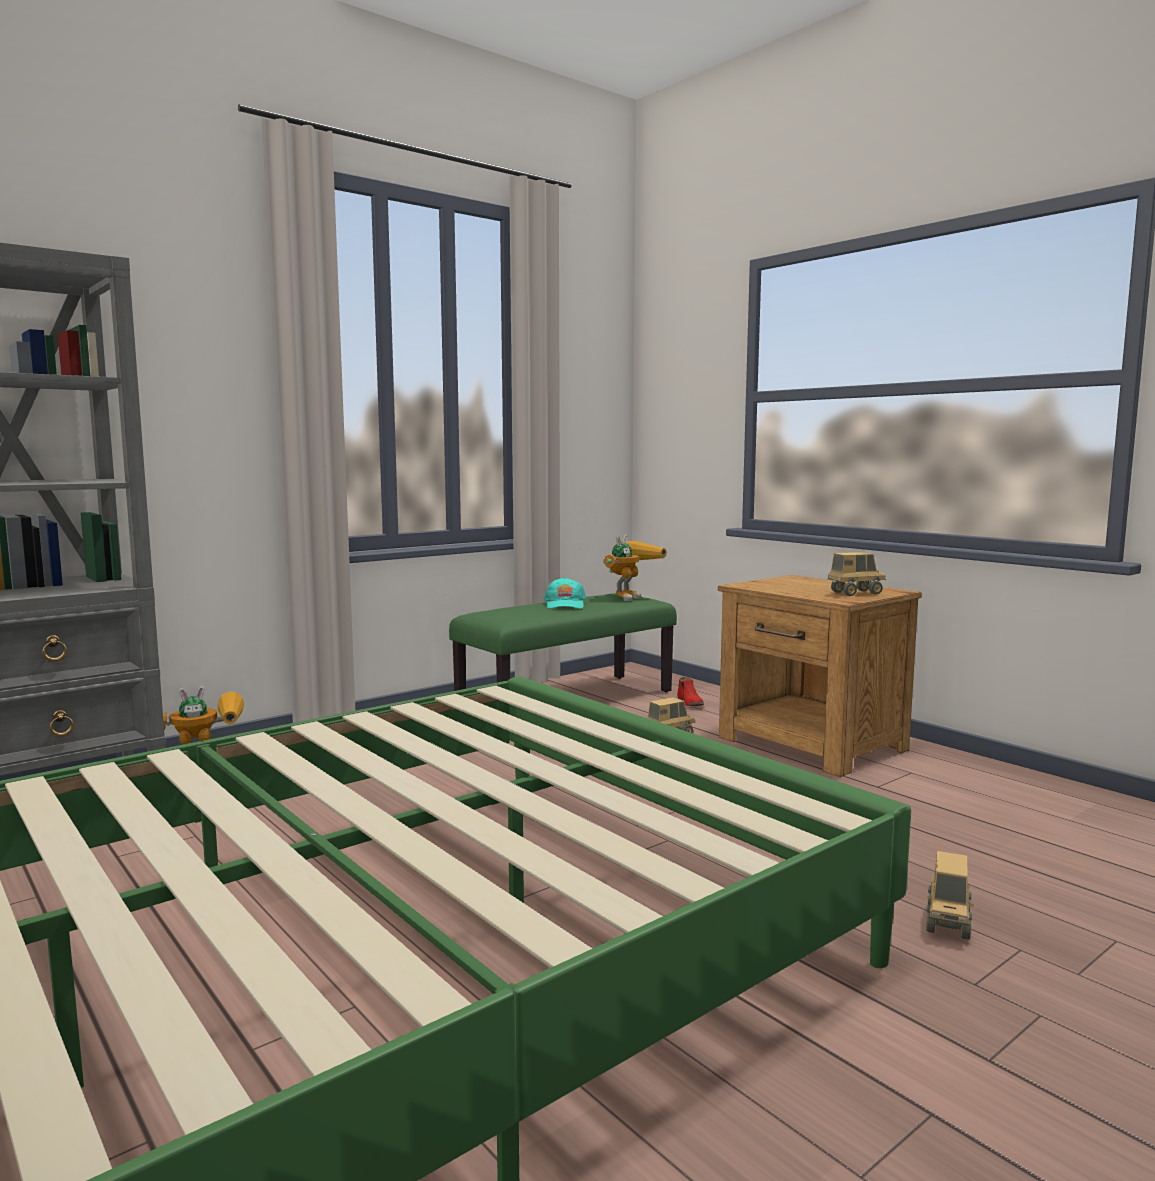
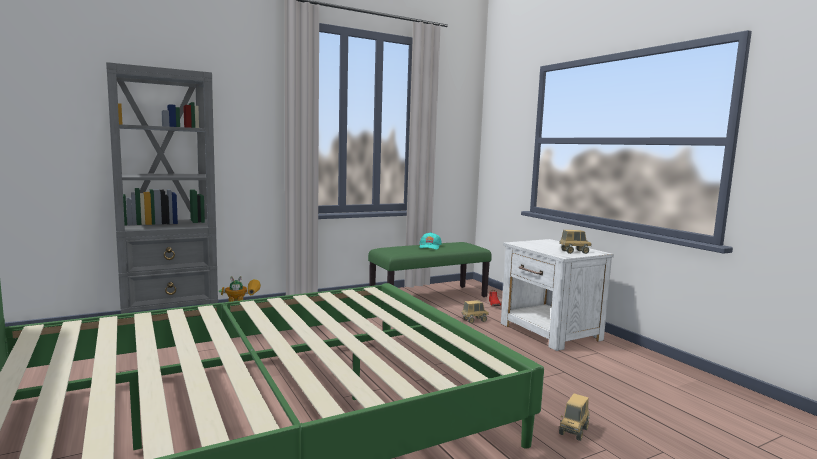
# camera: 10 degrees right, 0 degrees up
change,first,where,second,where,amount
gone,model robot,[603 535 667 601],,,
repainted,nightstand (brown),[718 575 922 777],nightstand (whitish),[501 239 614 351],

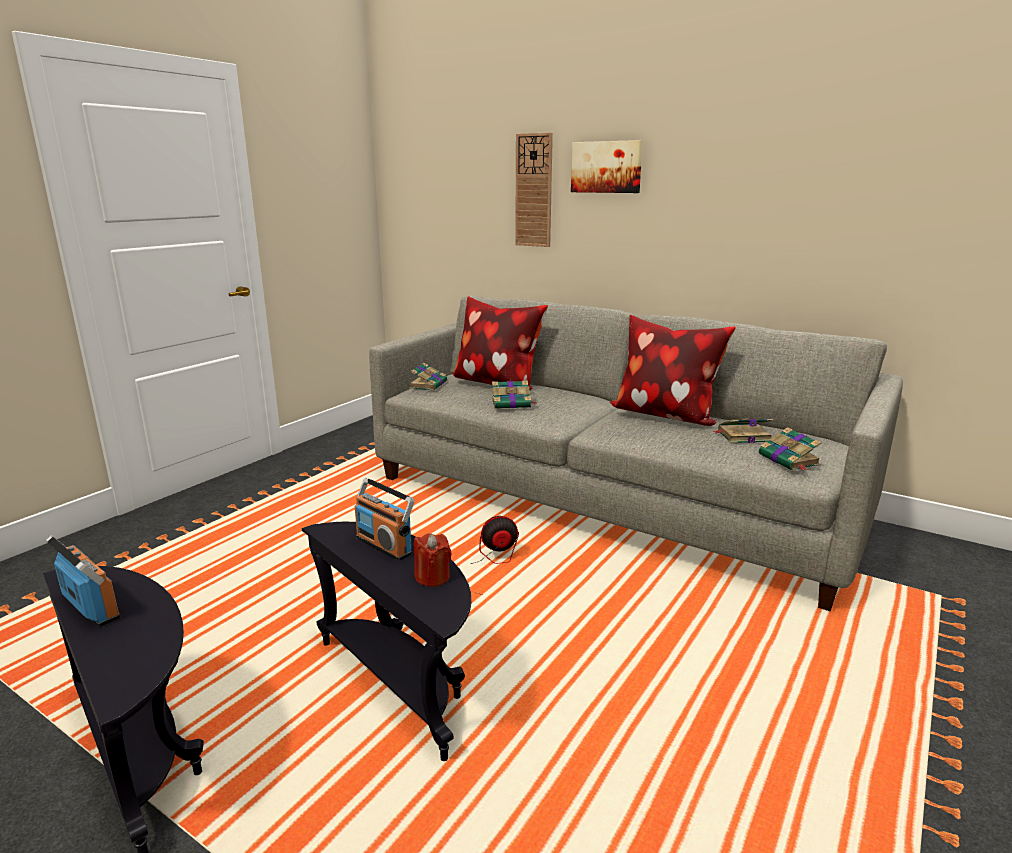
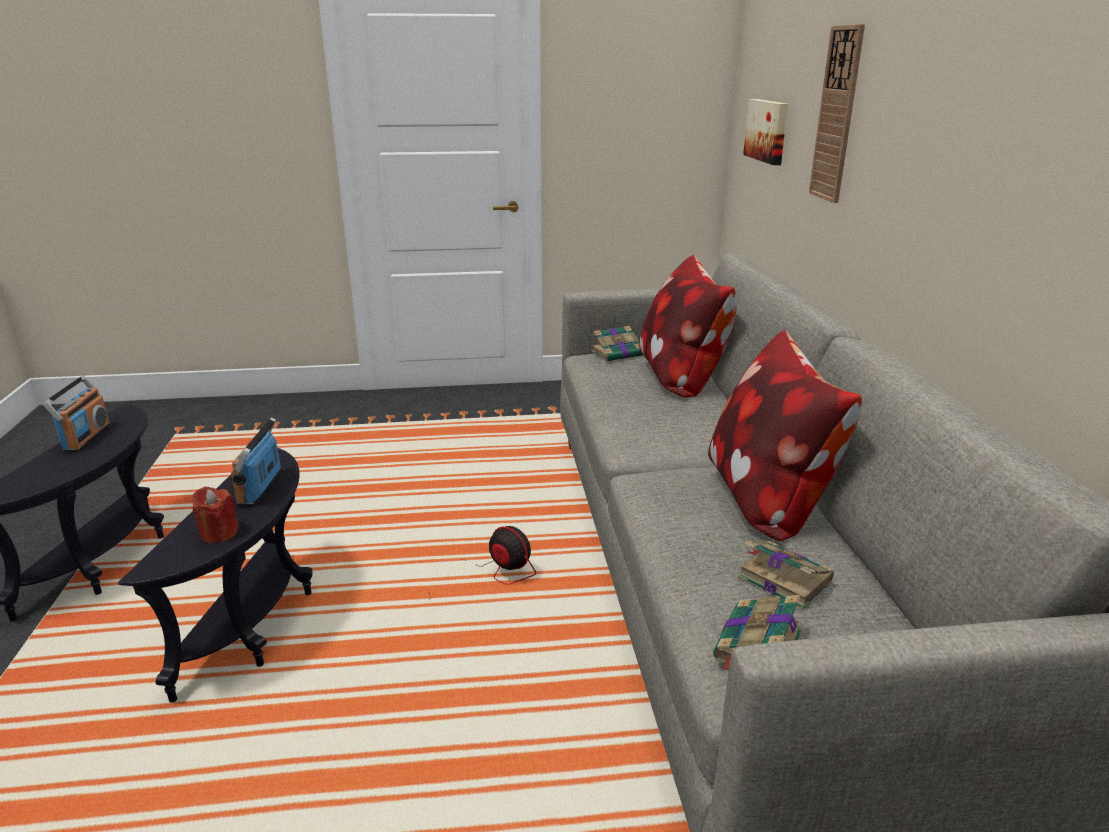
# camera: 50 degrees right, 5 degrees up
change,first,where,second,where,amount
gone,book,[492 381 537 409],,,
shifted,picture,[571 140 643 193],,[743 99 788 165],

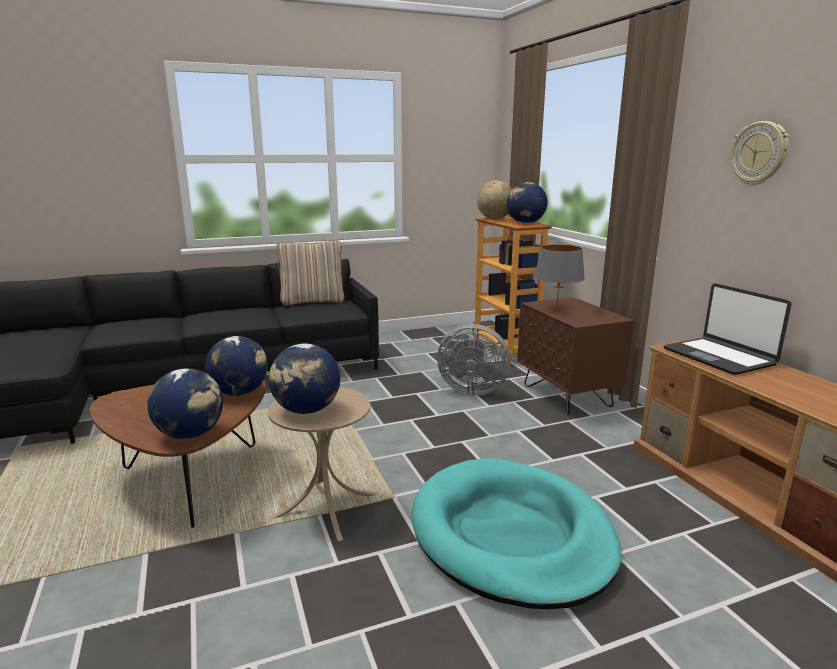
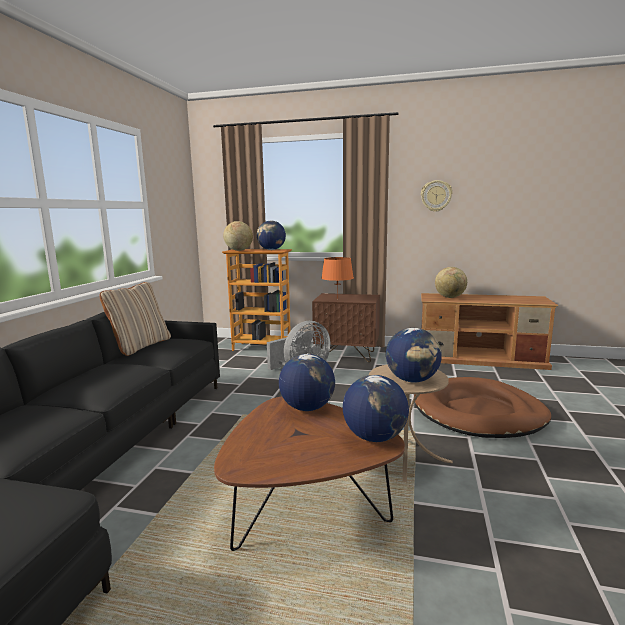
# camera: 55 degrees left, 5 degrees down
change,first,where,second,where,amount
repainted,dog bed (turquoise),[412 458 622 609],dog bed (brown),[414 377 551 438],
repainted,lamp for a table (grey),[534 245 585 309],lamp for a table (orange),[321 257 354 299],
swapped,portable computer,[664 283 792 375],desk globe,[435 267 467 298],

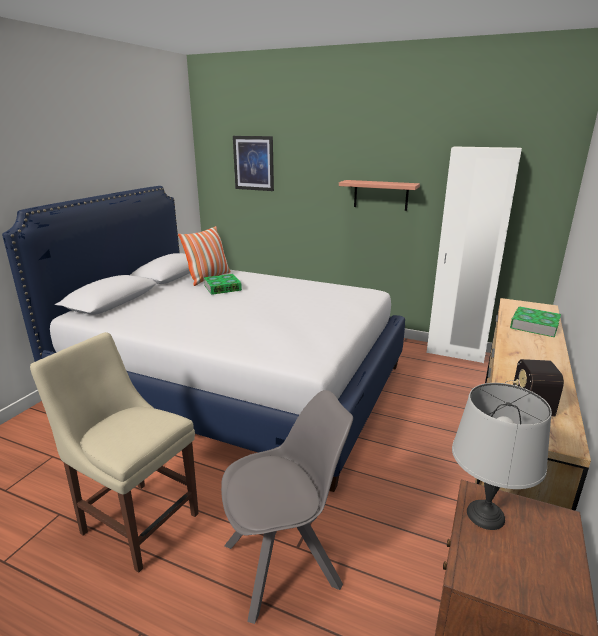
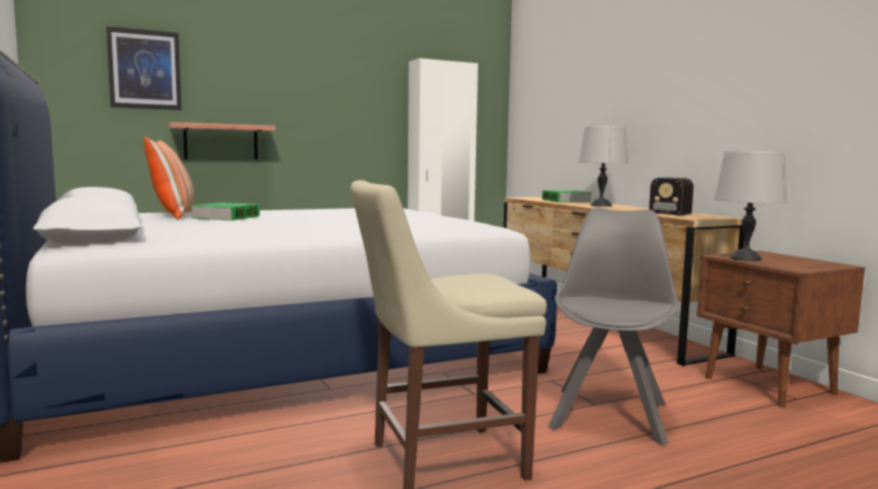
# camera: 50 degrees left, 15 degrees down
change,first,where,second,where,amount
shifted,shelf,[339 180 420 211],,[169 122 276 160],
new,,,lamp for a table (grey),[578 126 629 207],

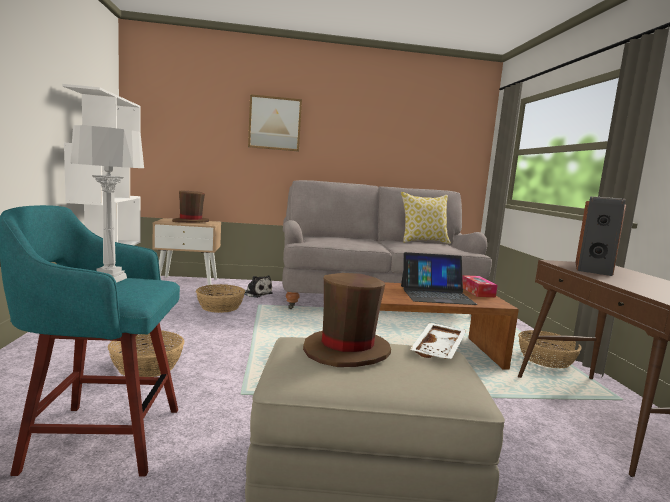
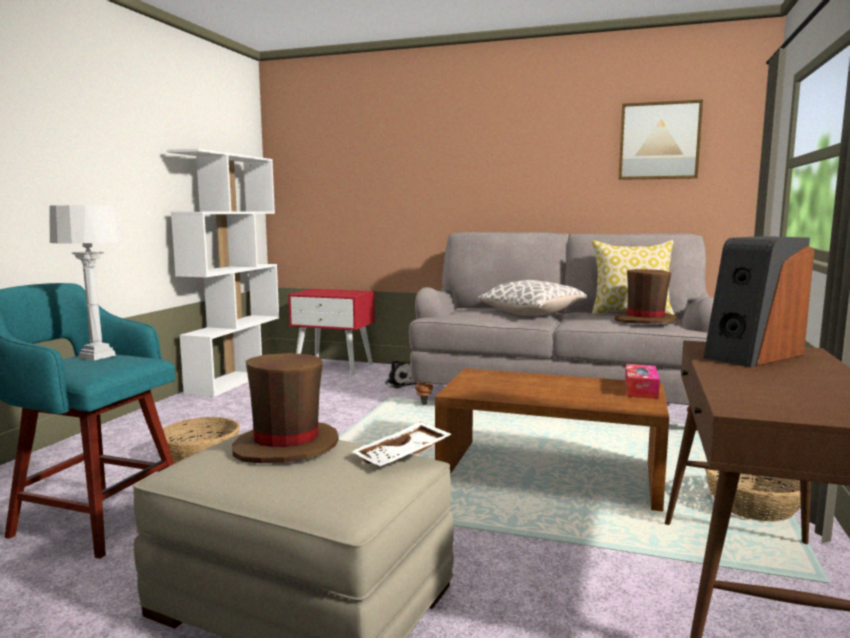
# camera: 25 degrees right, 0 degrees up
change,first,where,second,where,amount
repainted,nightstand (sand-coloured),[152 218 221 285],nightstand (red),[288 289 375 375],
shifted,wearable hat (brown),[172 191 209 223],,[614 269 677 324],
gone,basket,[196 284 245 313],,,
shifted,picture,[248 94 302 152],,[619 100 703 180],
gone,portable computer,[401 252 477 305],,,
new,,,pillow,[478 280 587 316],

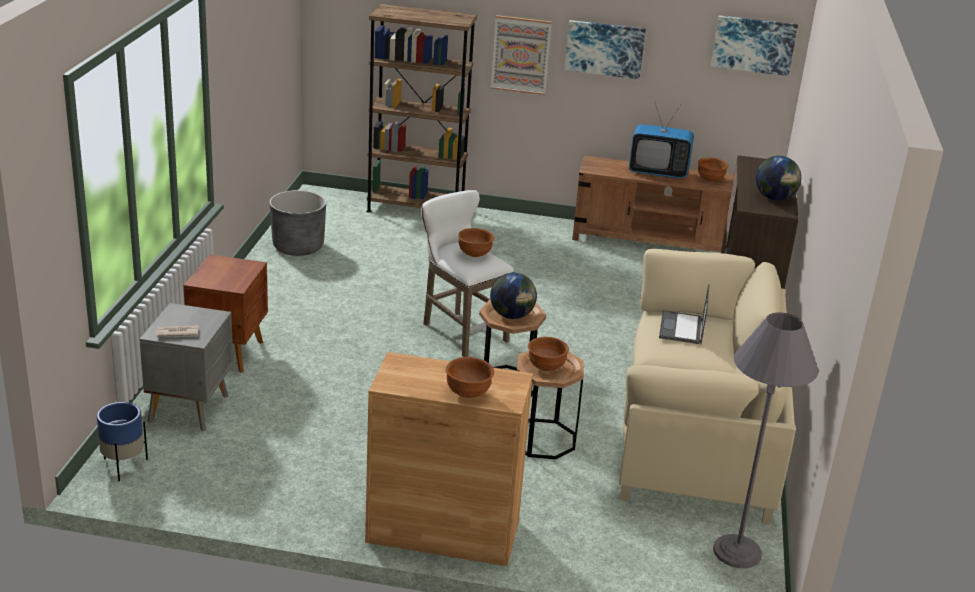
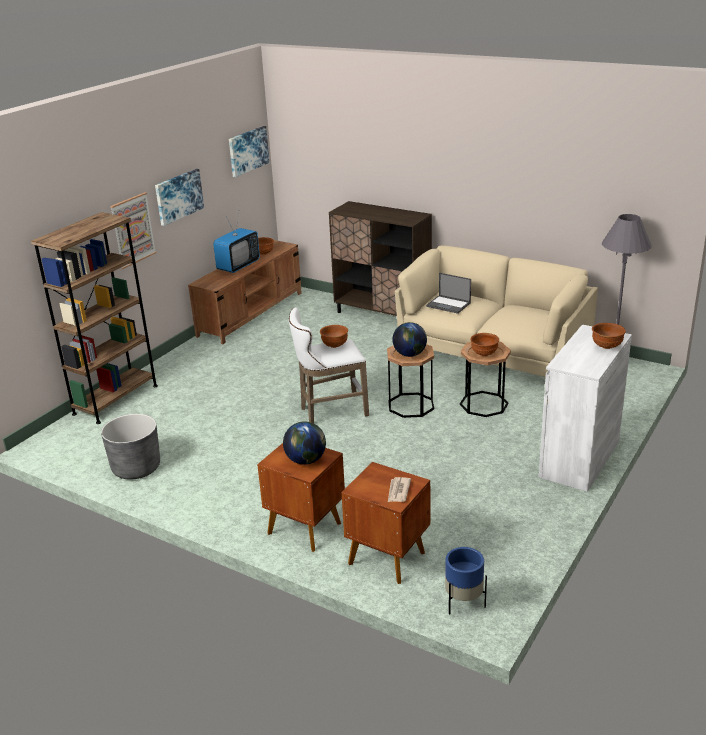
# camera: 65 degrees left, 0 degrees up
change,first,where,second,where,amount
repainted,nightstand (grey),[139 303 233 432],nightstand (brown),[341 462 430 584],
repainted,storage cabinet (brown),[365 352 533 566],storage cabinet (whitish),[538 324 632 492],
shifted,desk globe,[756 156 801 200],,[283 421 326 465],

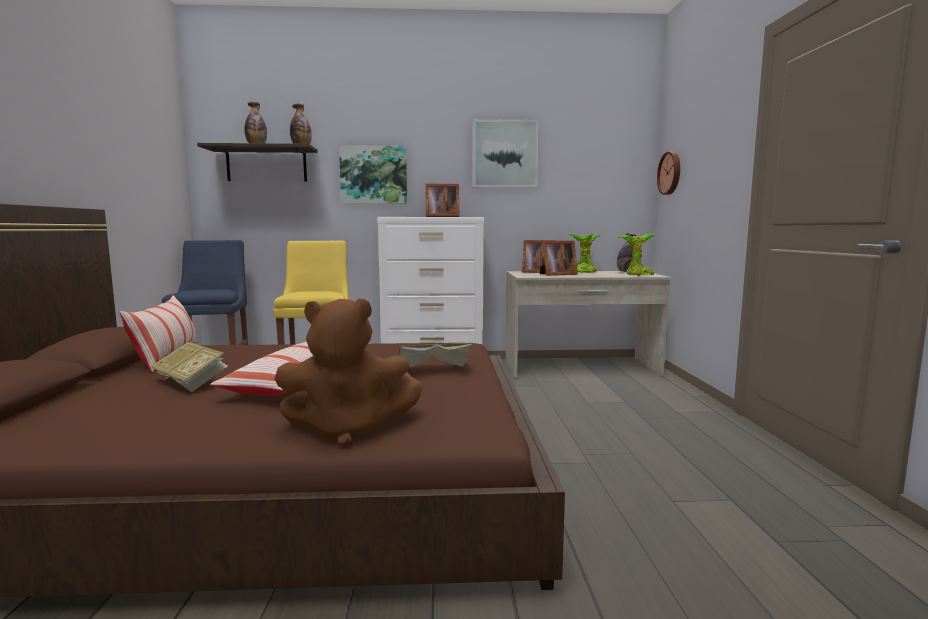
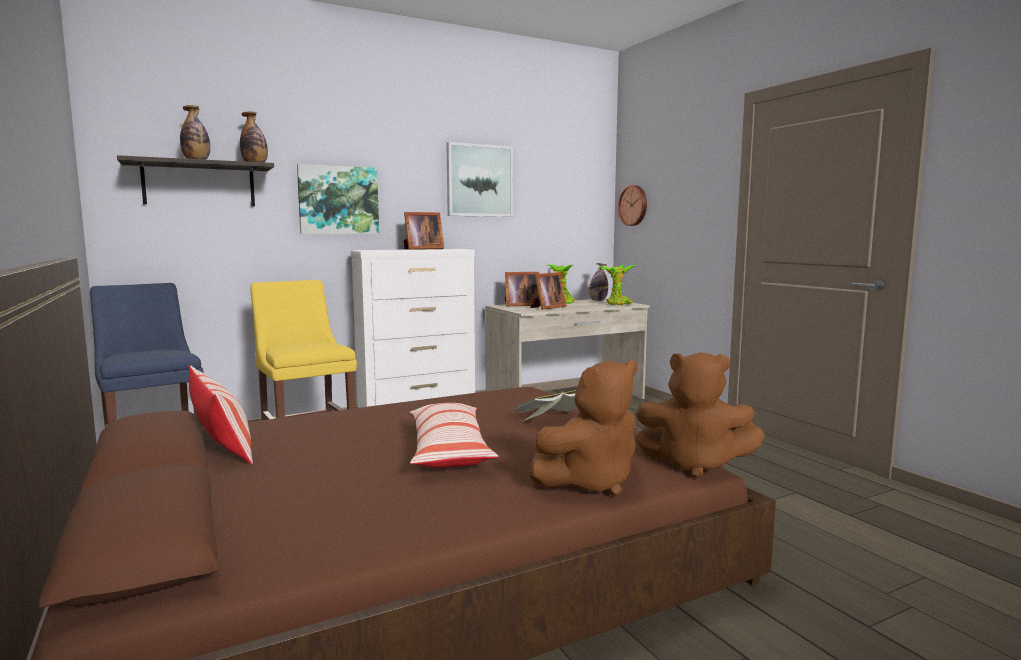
# camera: 25 degrees left, 0 degrees up
change,first,where,second,where,amount
gone,book,[151 342 227 392],,,
new,,,plush toy (brown),[635 352 765 478],

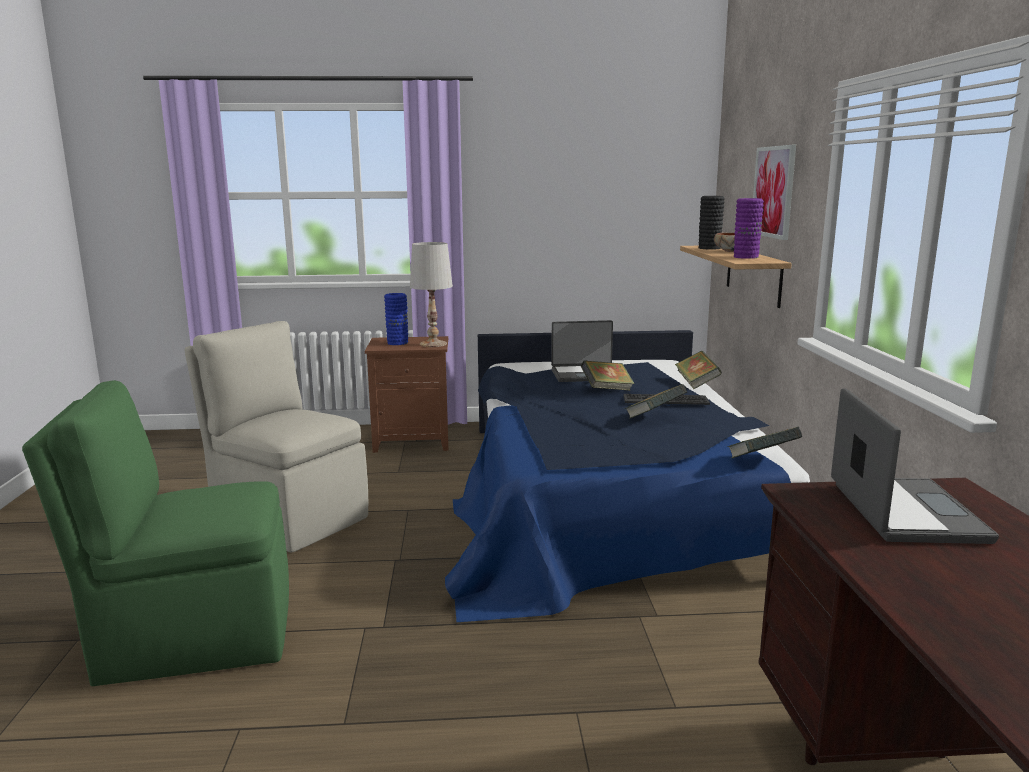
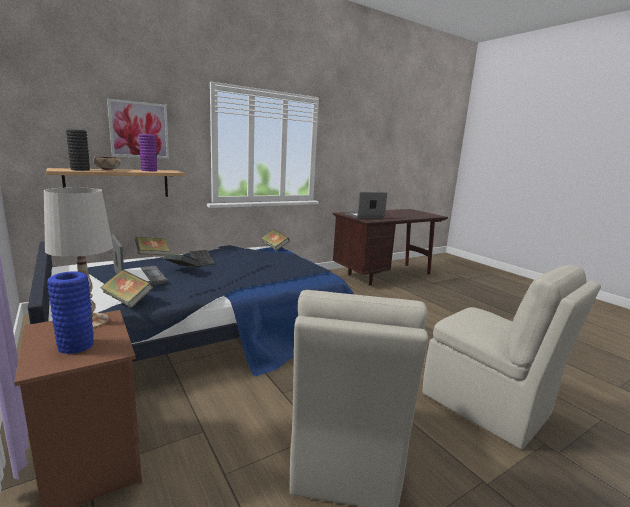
# camera: 120 degrees left, 0 degrees up
change,first,where,second,where,amount
repainted,upright chair (green),[22 380 289 686],upright chair (sand-coloured),[423 265 601 450],
shifted,book,[625 384 687 419],,[100 269 153 308],

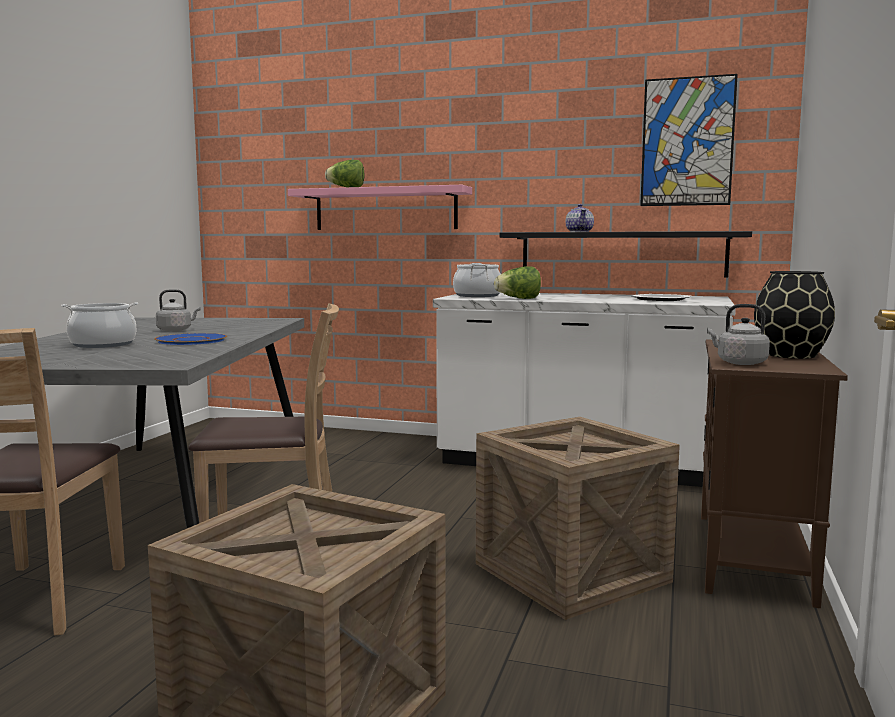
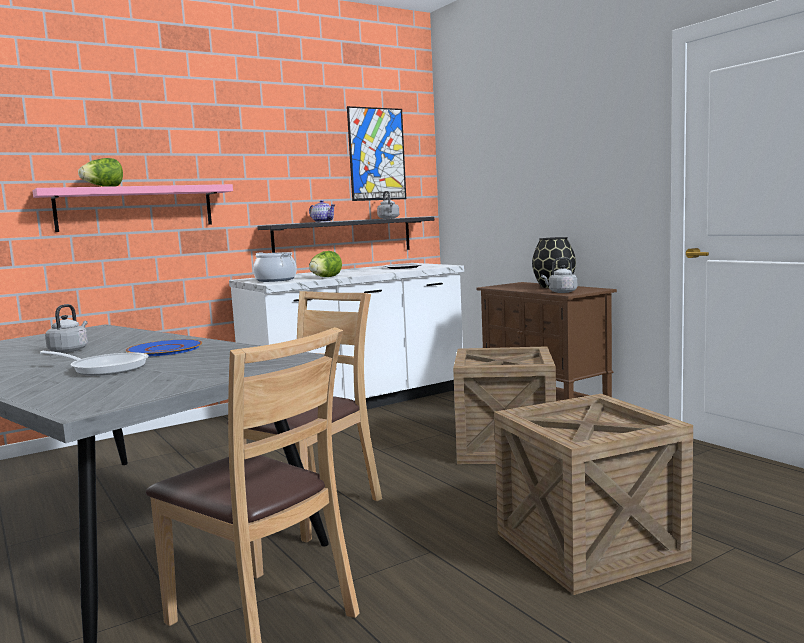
# camera: 50 degrees left, 0 degrees up
change,first,where,second,where,amount
swapped,stockpot,[61 302 138 348],frying pan,[40 351 149 376],
new,,,tea kettle (grey),[377 191 399 219],

